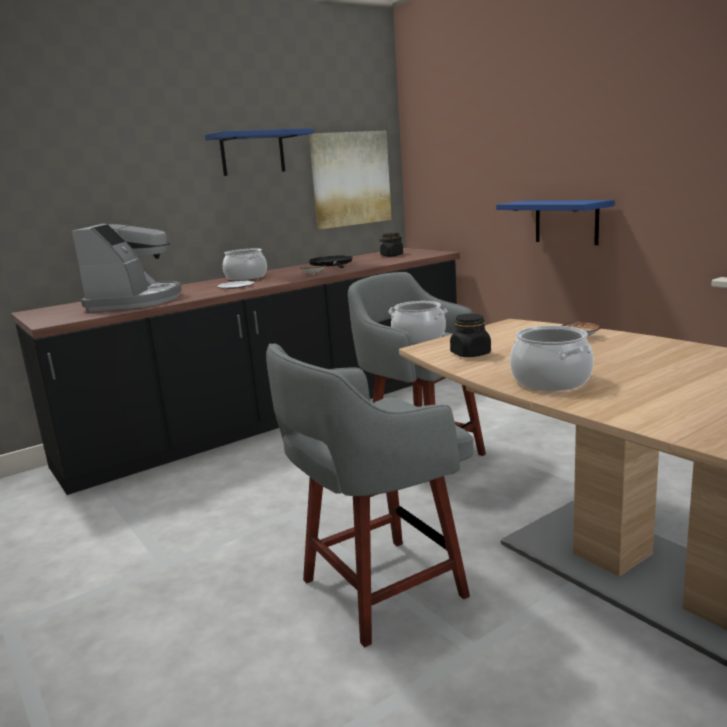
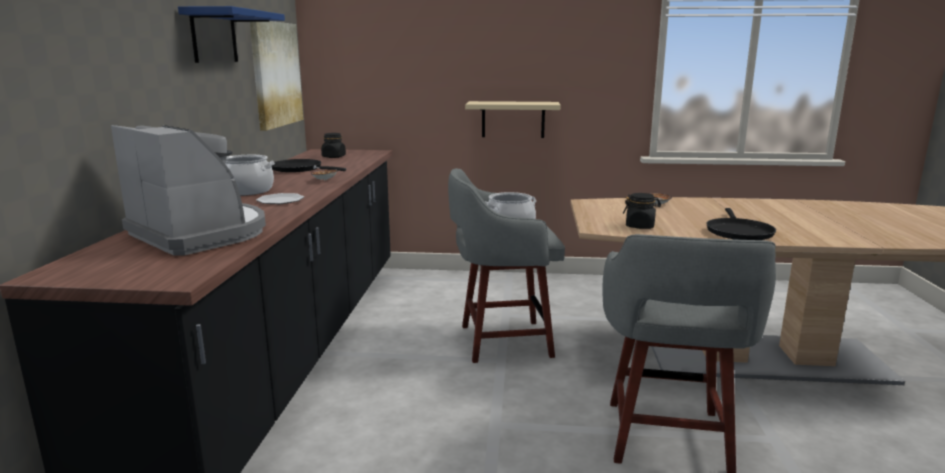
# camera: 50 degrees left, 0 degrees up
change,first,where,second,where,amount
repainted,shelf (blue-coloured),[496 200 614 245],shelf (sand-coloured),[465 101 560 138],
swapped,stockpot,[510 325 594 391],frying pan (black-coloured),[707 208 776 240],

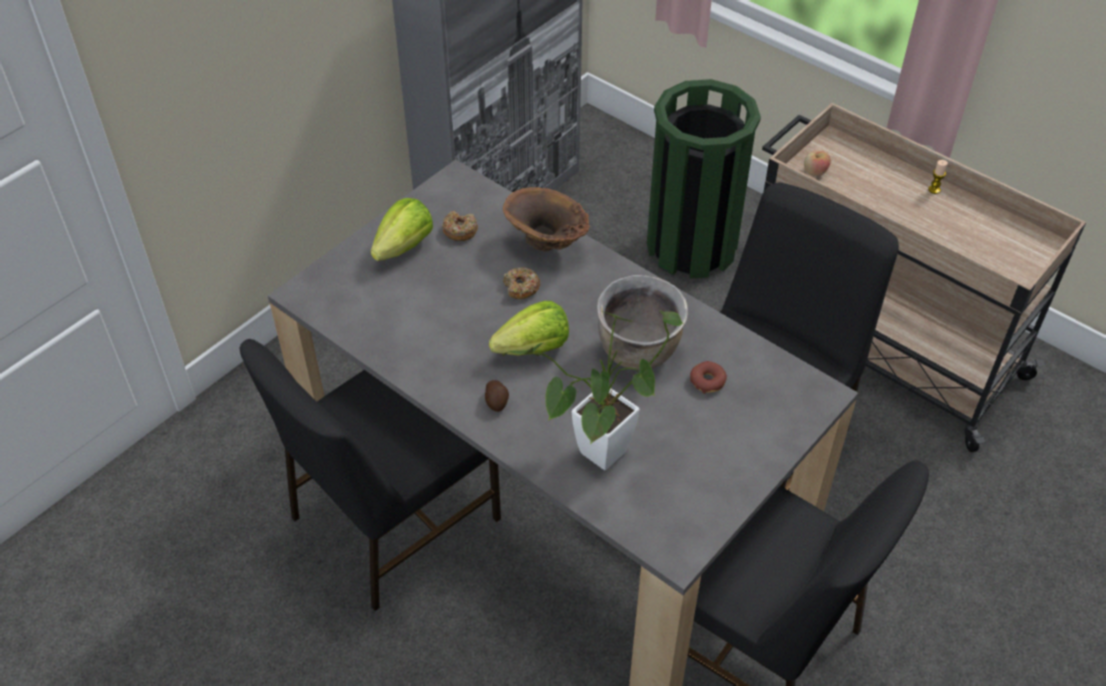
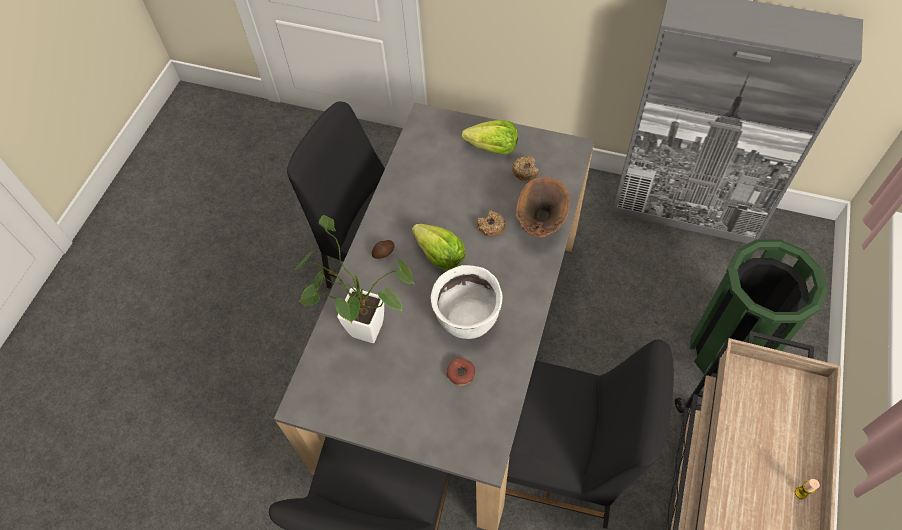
# camera: 70 degrees right, 10 degrees up
change,first,where,second,where,amount
repainted,stockpot (brown),[597 275 688 370],stockpot (whitish),[431 265 502 339],
gone,apple,[804 150 831 177],,,

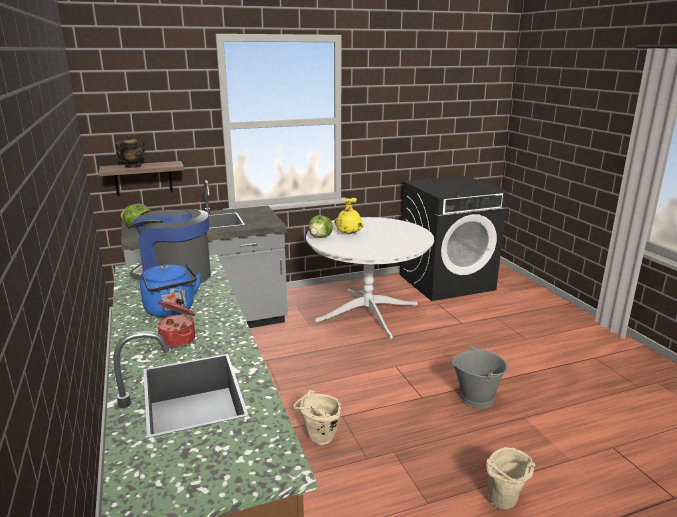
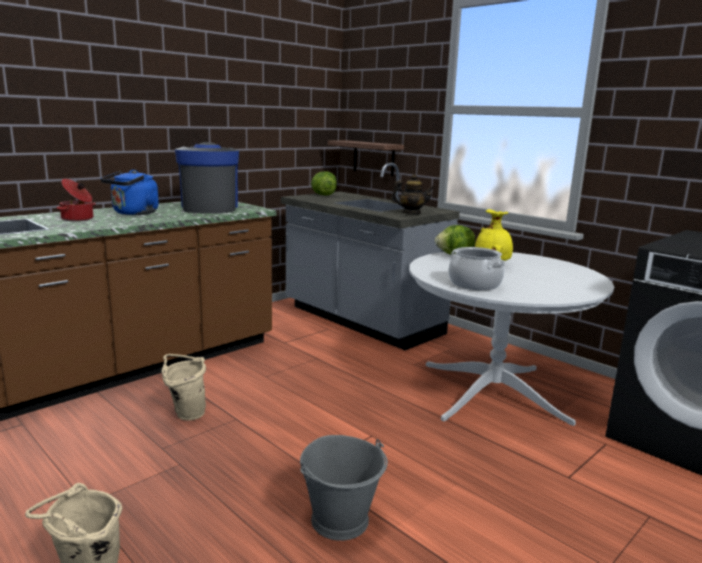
# camera: 65 degrees right, 5 degrees down
change,first,where,second,where,amount
shifted,tea pot,[116 134 145 168],,[391 174 435 214],
new,,,stockpot,[449 247 505 290],

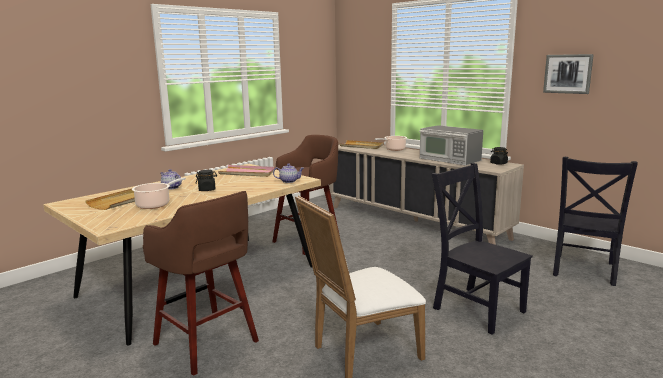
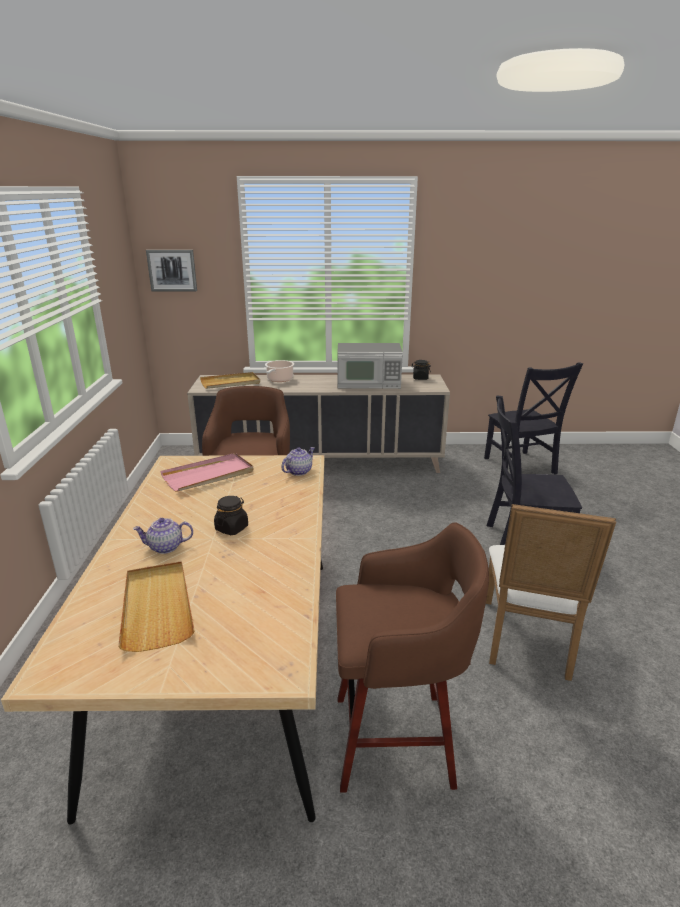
# camera: 45 degrees left, 10 degrees up
change,first,where,second,where,amount
gone,stockpot,[132 177 186 209],,,
shifted,picture,[543 54 594 94],,[146 250 197 292],

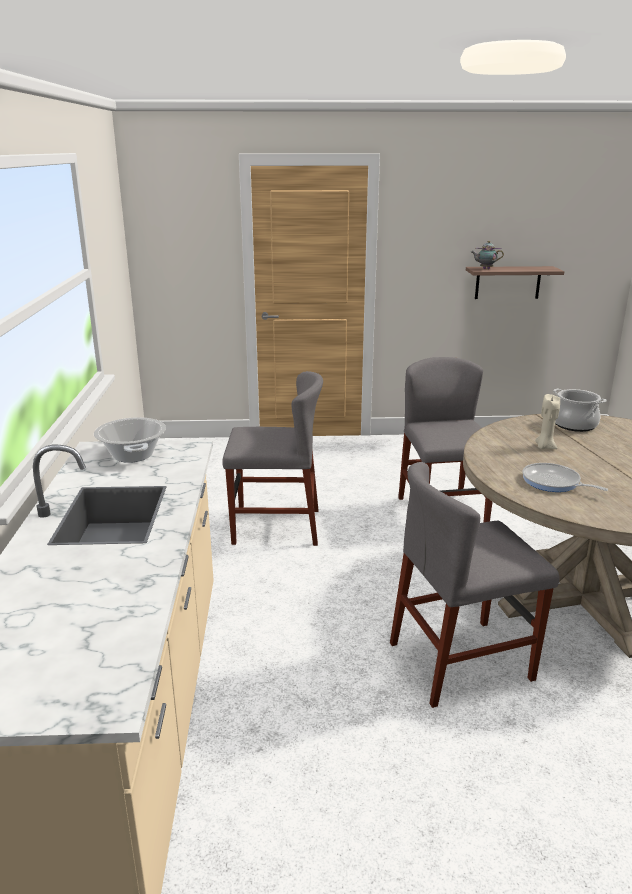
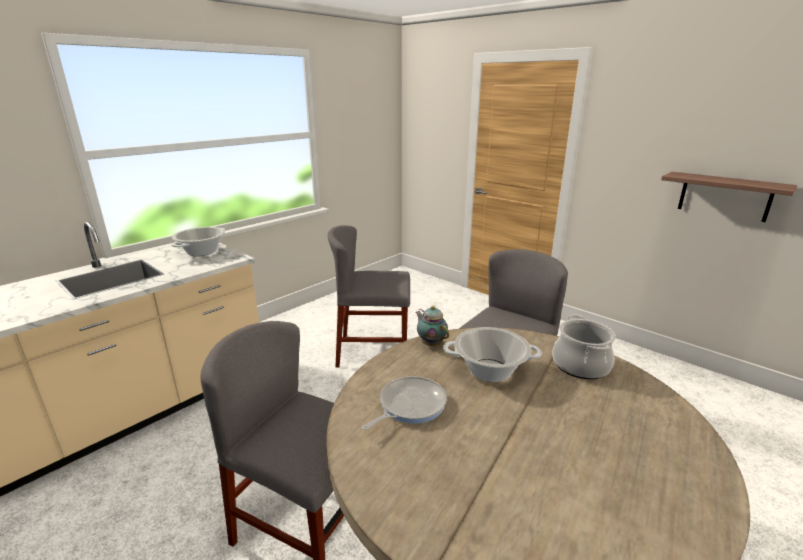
# camera: 45 degrees right, 0 degrees up
change,first,where,second,where,amount
rotated,upright chair (grey),[222 371 323 546],,[328 225 410 367],135 degrees clockwise
shifted,tea pot,[471 241 504 269],,[415 306 449 347],
rotated,frying pan,[522 463 608 492],,[362 376 447 430],45 degrees clockwise
swapped,wax candle (sand-coloured),[535 394 560 449],stockpot,[443 327 542 382],

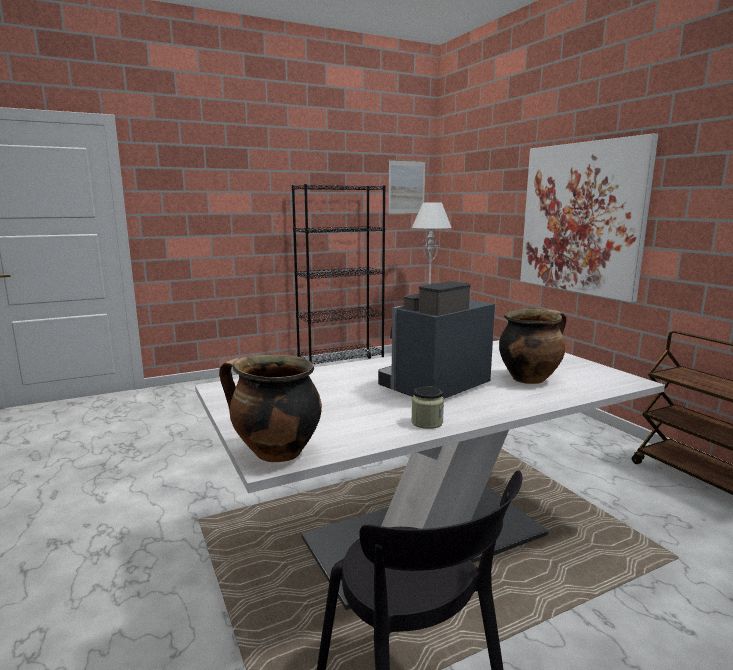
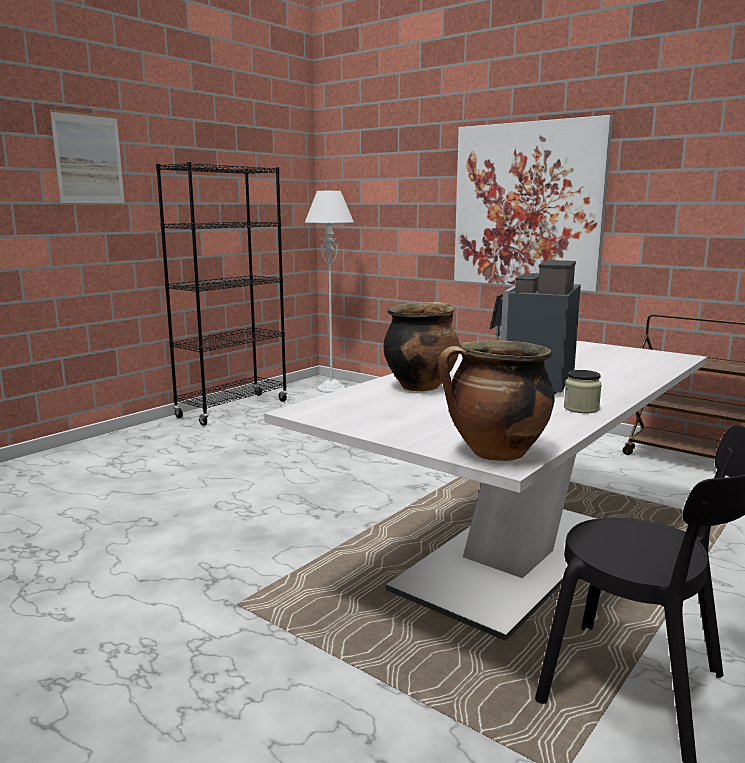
# camera: 25 degrees left, 0 degrees up
change,first,where,second,where,amount
shifted,picture,[388 159 426 215],,[50 109 125 205],
shifted,stockpot,[499 309 567 384],,[383 302 459 391],

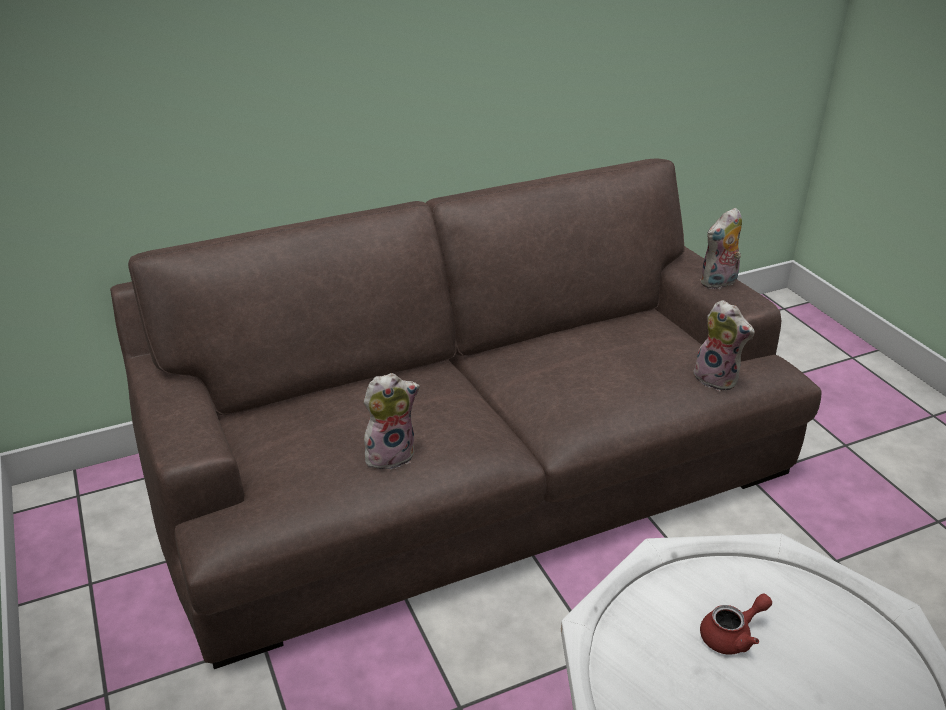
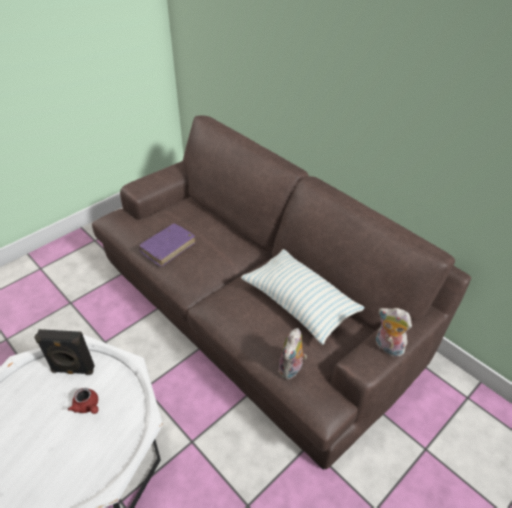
# camera: 70 degrees right, 10 degrees up
change,first,where,second,where,amount
swapped,plush toy,[364 373 420 470],book (purplish),[139 224 195 267],
new,,,loudspeaker (black-coloured),[34 329 95 375],
new,,,pillow,[241 249 365 345],

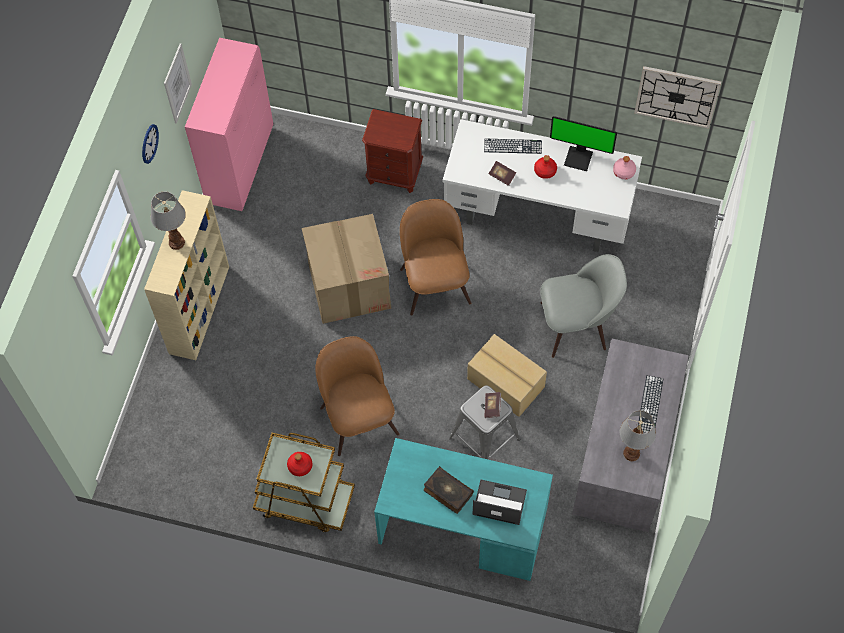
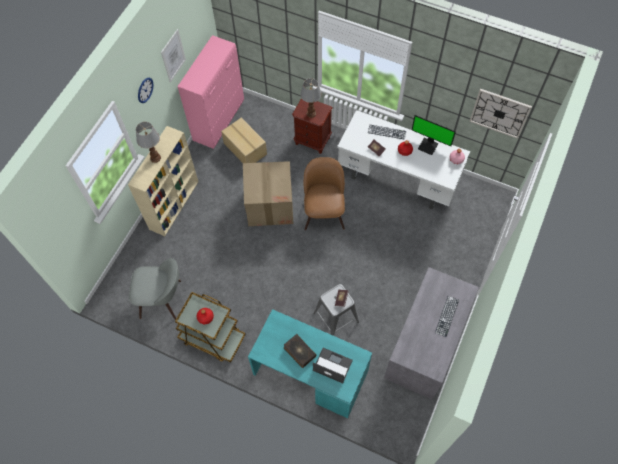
# camera: 10 degrees right, 0 degrees up
change,first,where,second,where,amount
gone,upright chair (brown),[315 336 399 456],,,
shifted,cardboard box,[467 334 547 417],,[221 118 267 163],
shifted,upright chair (grey),[540 254 627 358],,[129 258 181 320],
shifted,lamp for a table,[620 410 656 461],,[301 78 322 118],

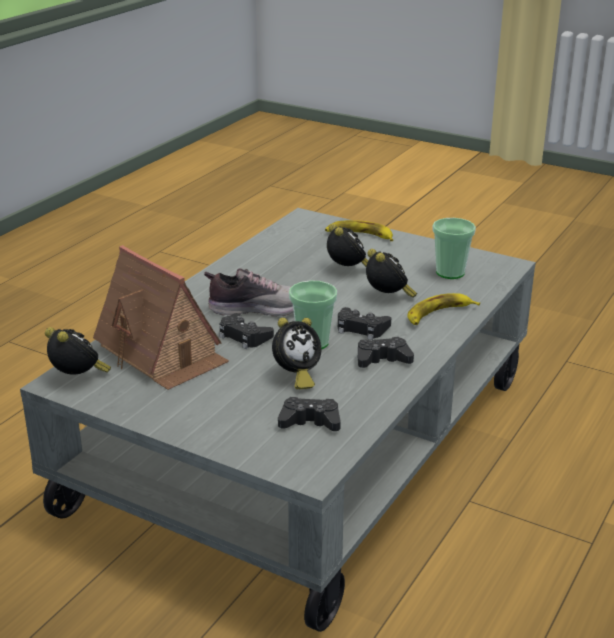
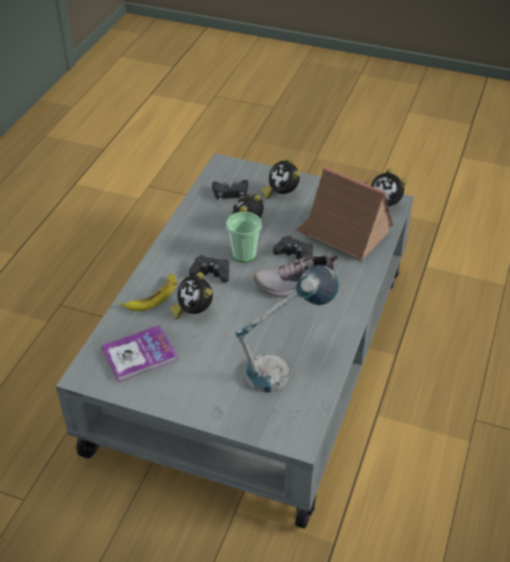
# camera: 170 degrees right, 15 degrees up
change,first,where,second,where,amount
gone,banana fruit,[325 220 393 241],,,
shifted,alarm clock,[327 224 368 267],,[262 157 300 199],
gone,game controller (black-coloured),[358 337 414 368],,,
swapped,small cup,[432 218 476 279],book,[101 325 178 382],
new,,,lamp for a table,[236 265 339 393],

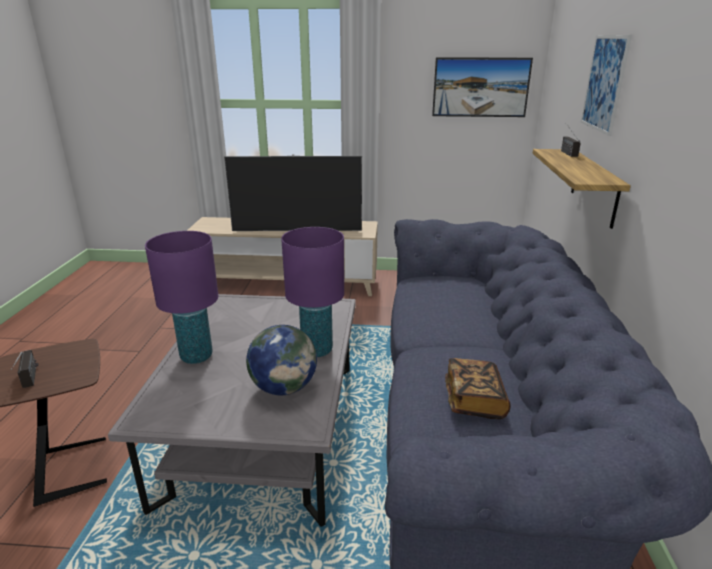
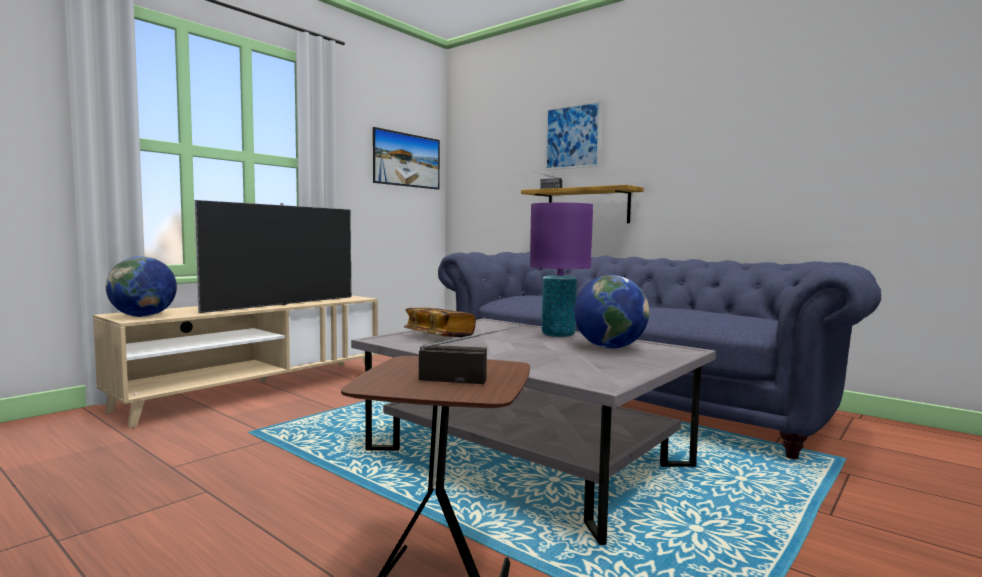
# camera: 55 degrees left, 20 degrees down
change,first,where,second,where,amount
gone,lamp for a table (purplish),[145 231 219 364],,,
shifted,book,[445 358 511 419],,[404 308 476 337],
new,,,desk globe,[106 257 177 317],

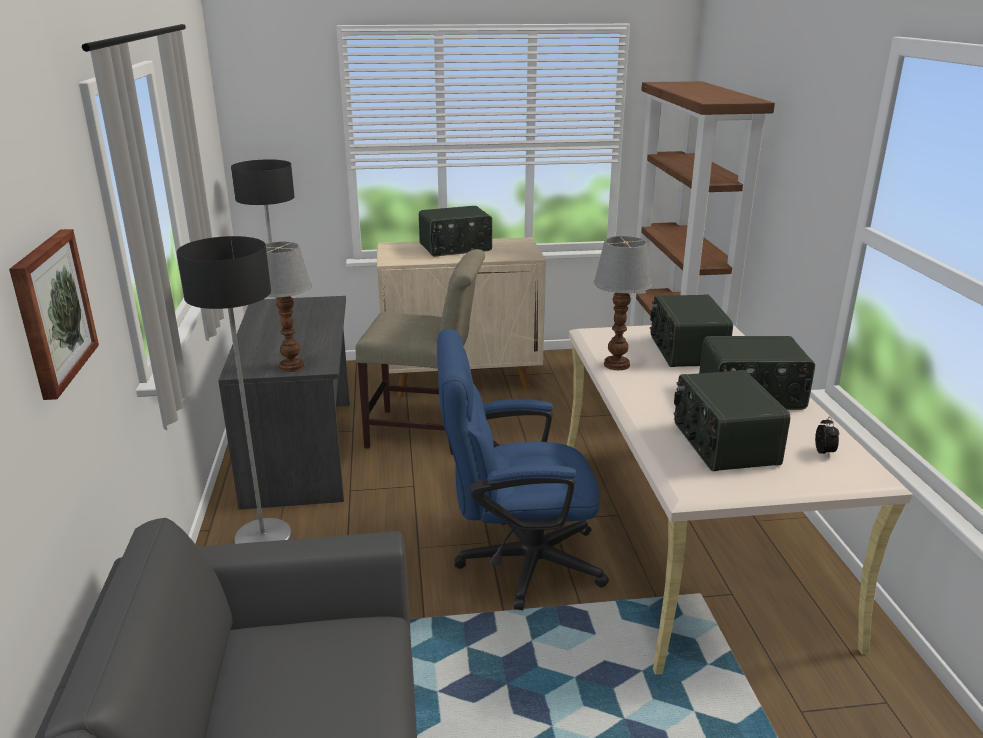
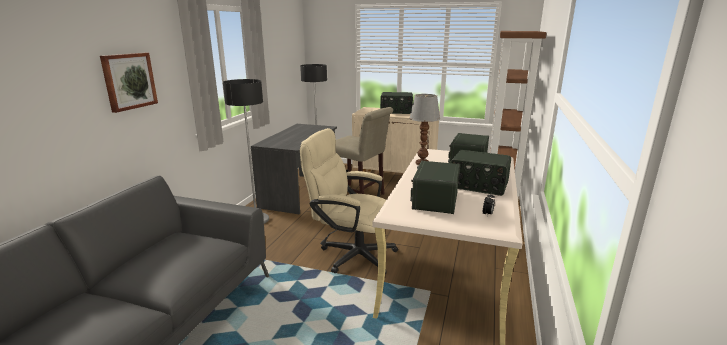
# camera: 25 degrees right, 5 degrees down
change,first,where,second,where,amount
gone,lamp for a table,[266 242 312 372],,,
repainted,desk chair (blue-coloured),[437 329 609 610],desk chair (sand-coloured),[300 128 398 274],

